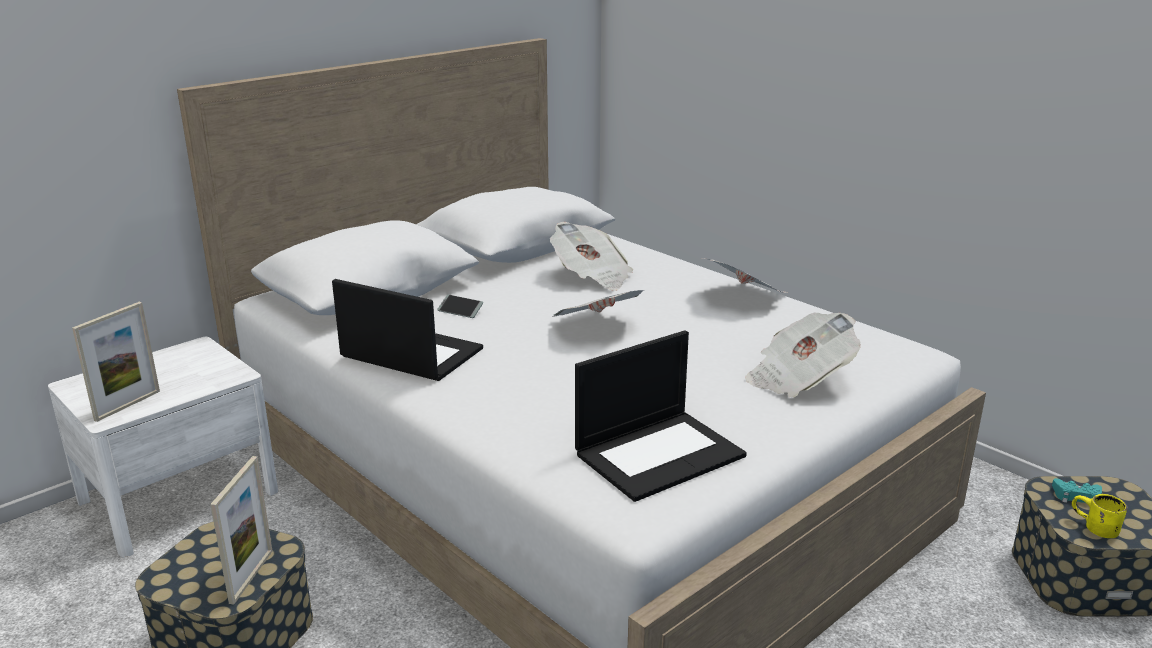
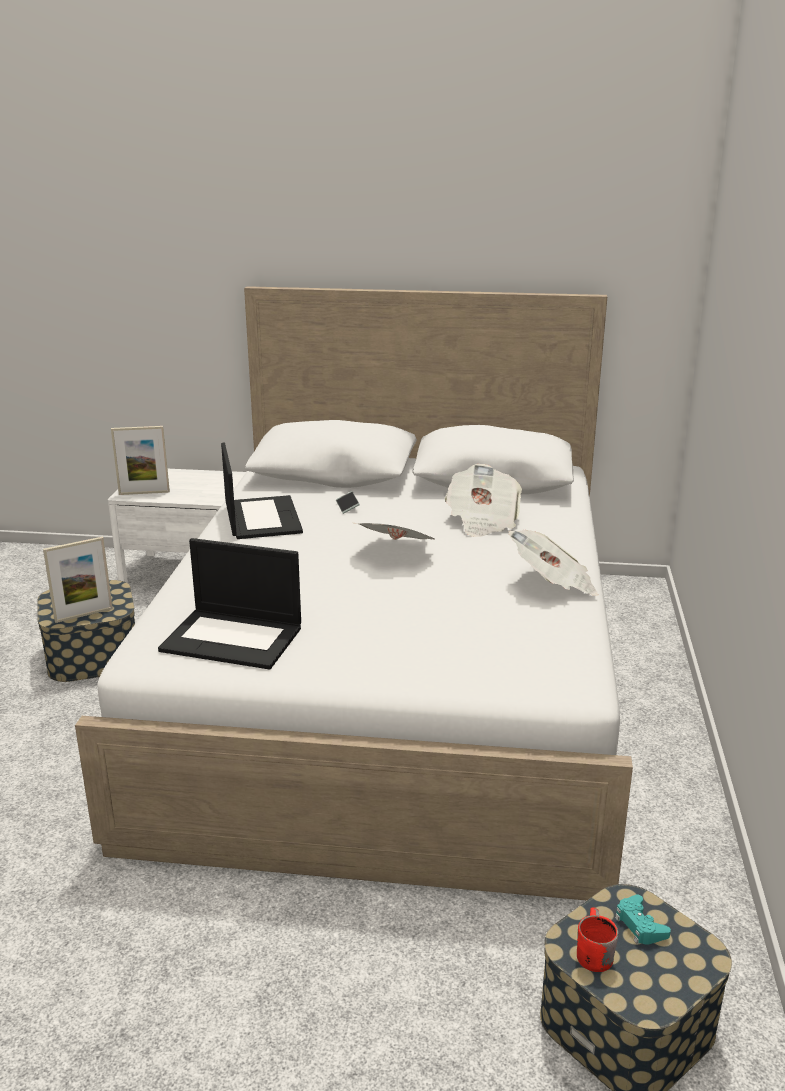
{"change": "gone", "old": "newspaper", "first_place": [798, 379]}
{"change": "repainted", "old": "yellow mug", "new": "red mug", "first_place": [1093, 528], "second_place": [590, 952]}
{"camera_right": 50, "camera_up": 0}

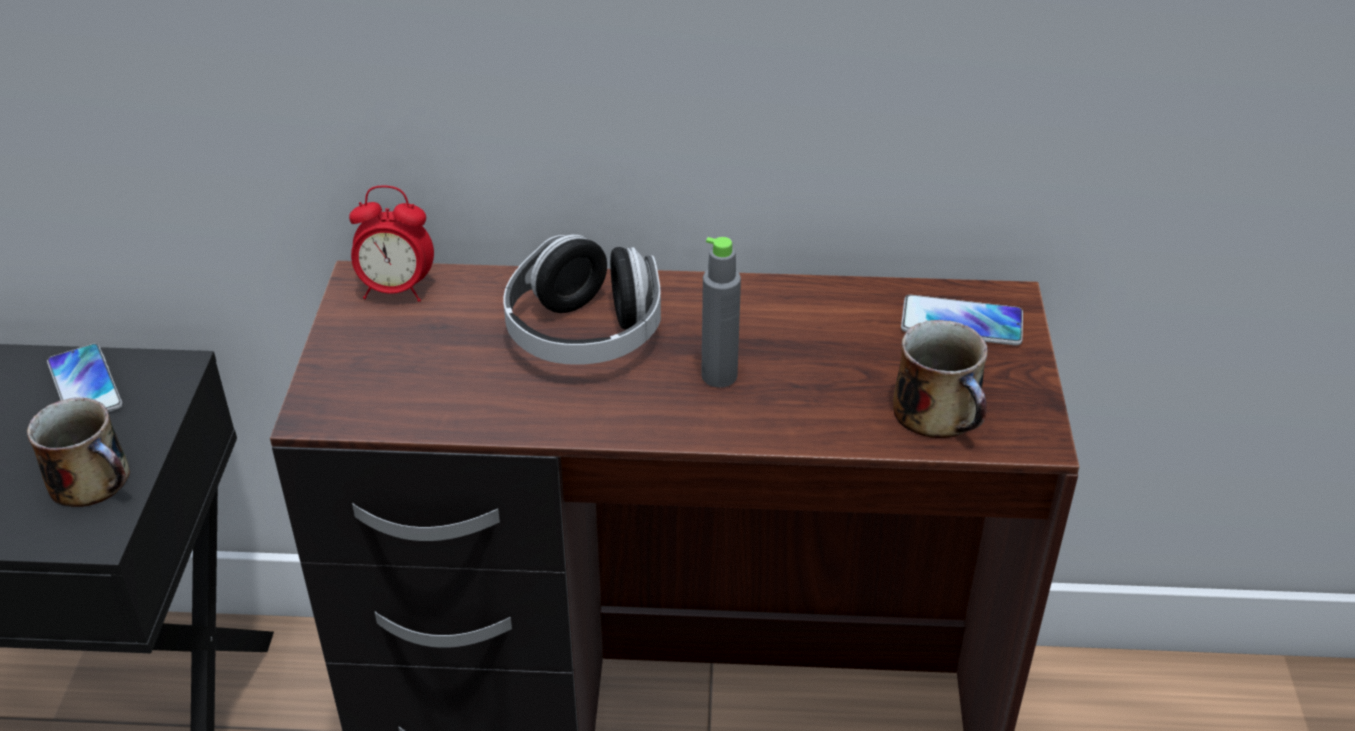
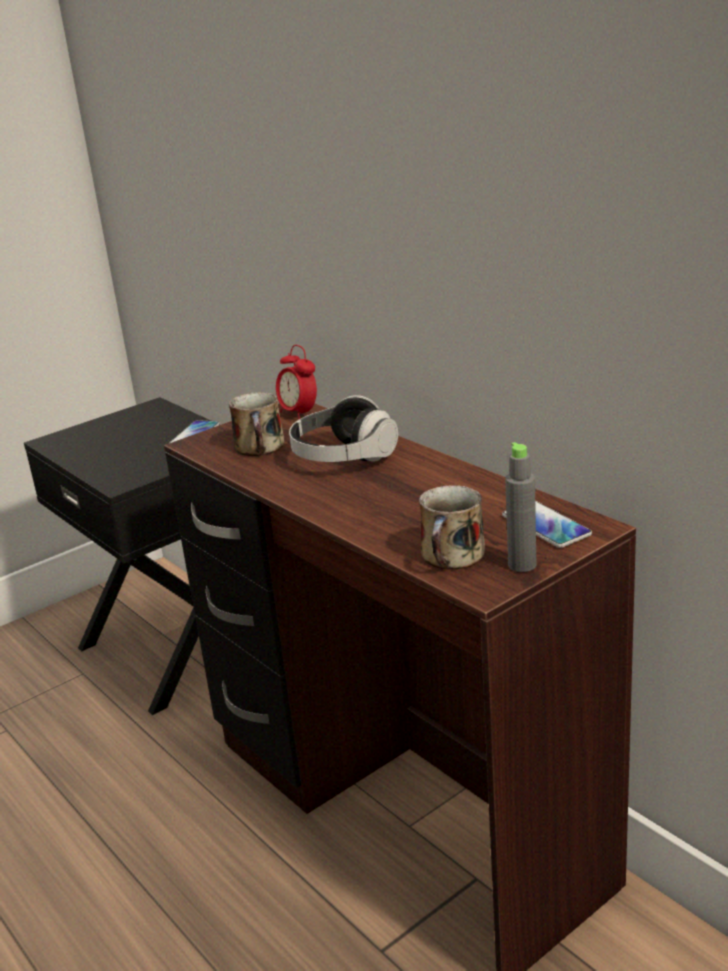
{"change": "shifted", "old": "mug", "first_place": [93, 480], "second_place": [260, 447]}
{"change": "shifted", "old": "grey bottle", "first_place": [719, 376], "second_place": [522, 565]}
{"camera_right": 50, "camera_up": -15}

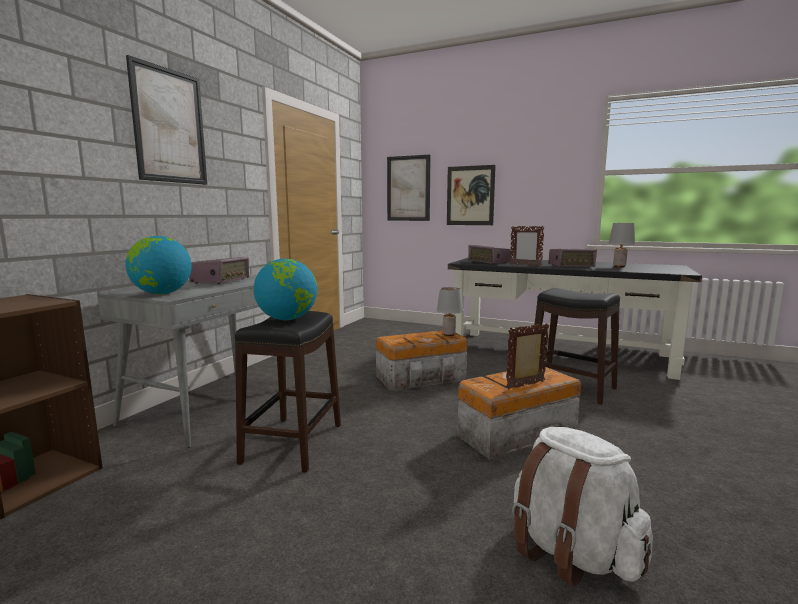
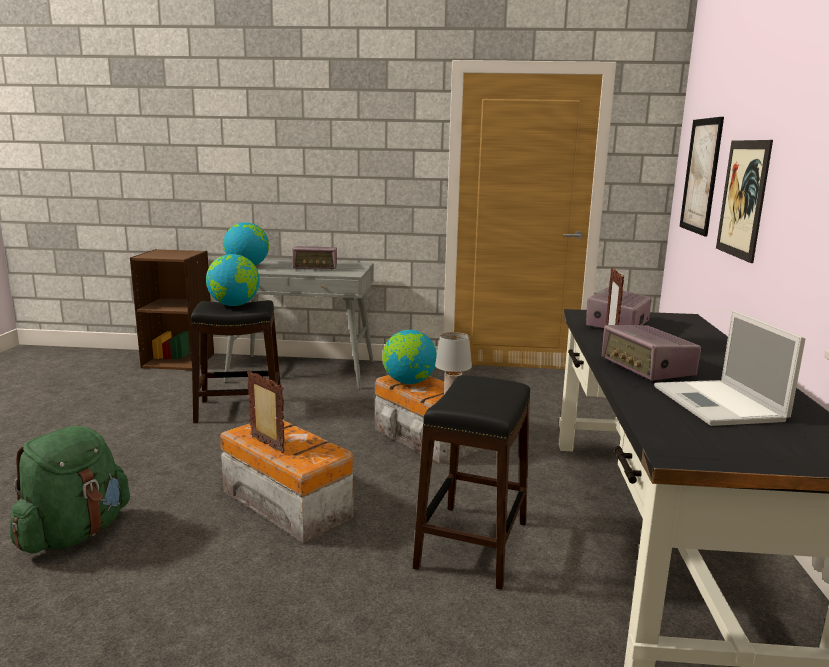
{"change": "gone", "old": "picture", "first_place": [169, 126]}
{"change": "repainted", "old": "white backpack", "new": "green backpack", "first_place": [571, 553], "second_place": [75, 533]}
{"change": "swapped", "old": "grey table lamp", "new": "laptop", "first_place": [619, 266], "second_place": [719, 404]}
{"change": "new", "new": "globe", "second_place": [408, 382]}
{"camera_right": 70, "camera_up": 5}

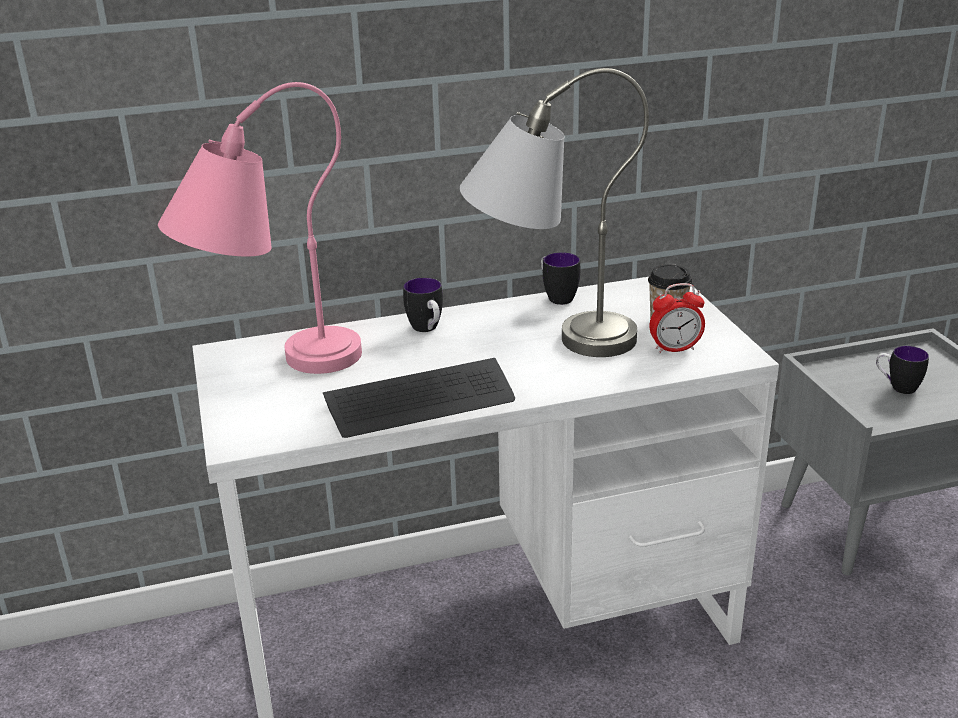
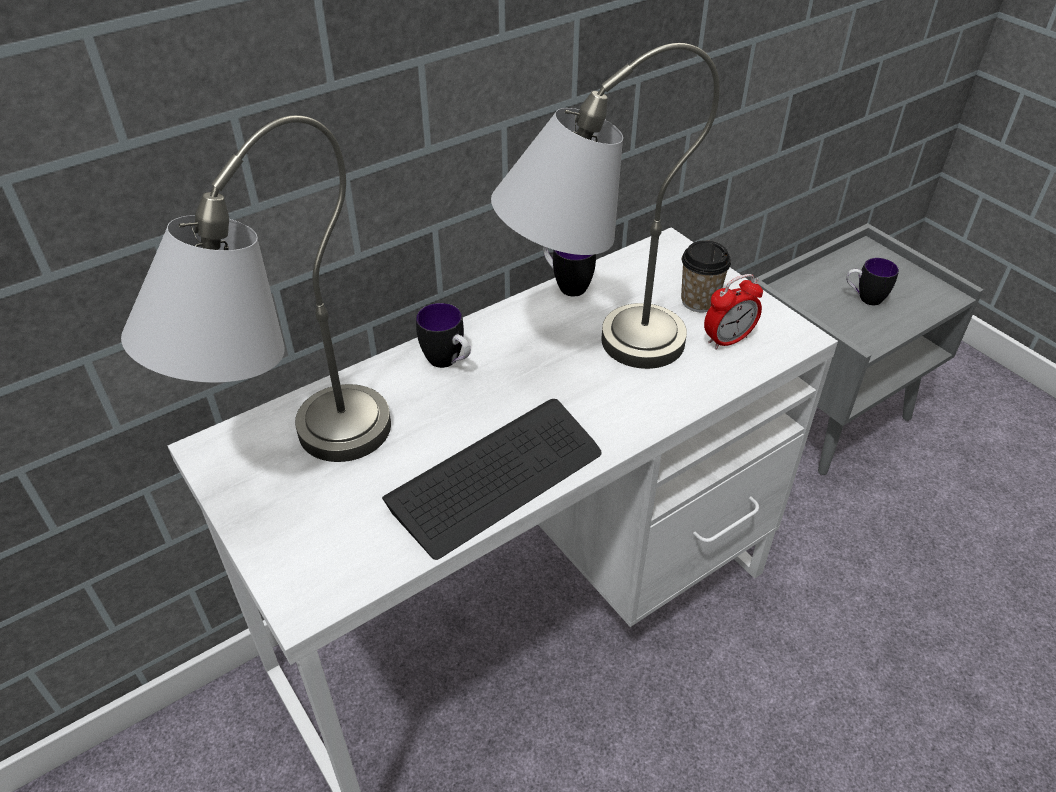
{"change": "repainted", "old": "pink table lamp", "new": "grey table lamp", "first_place": [272, 366], "second_place": [289, 460]}
{"camera_right": -20, "camera_up": 15}

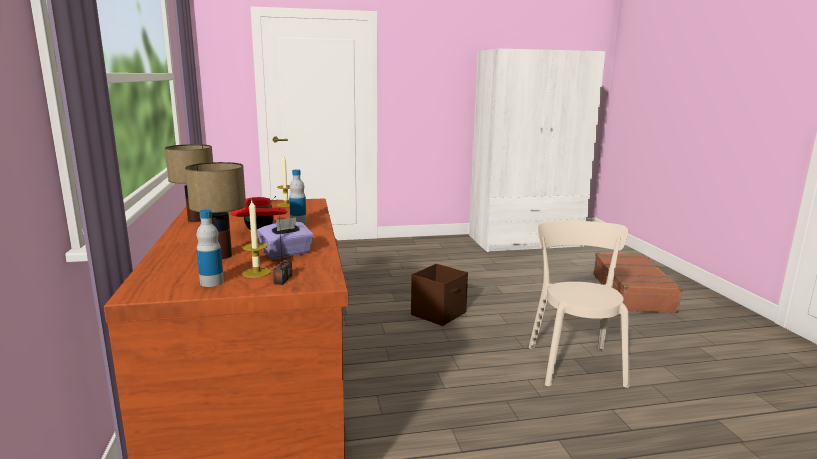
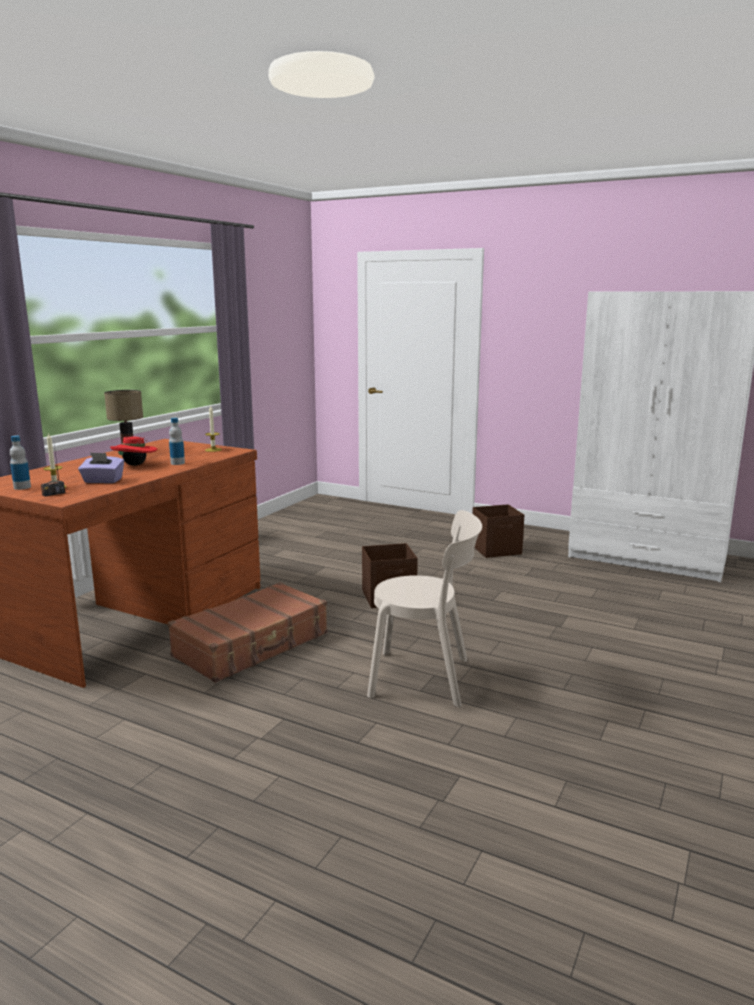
{"change": "gone", "old": "table lamp", "first_place": [222, 256]}
{"change": "rotated", "old": "beige chair", "first_place": [574, 363], "second_place": [425, 678], "degrees": 60}
{"change": "shifted", "old": "brown suitcase", "first_place": [632, 292], "second_place": [252, 645]}
{"change": "new", "new": "brown storage box", "second_place": [497, 550]}
{"camera_right": 40, "camera_up": 0}

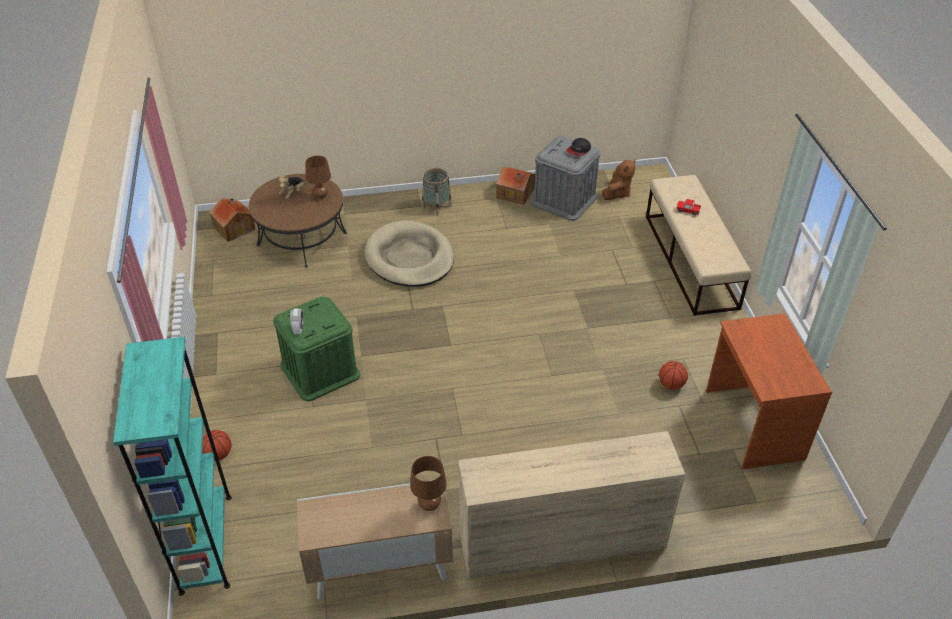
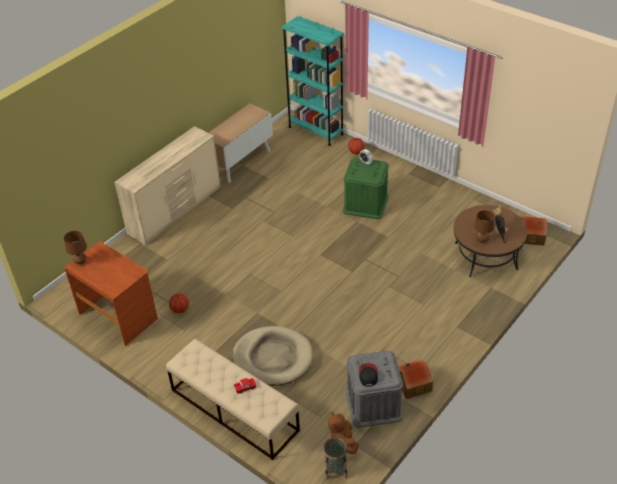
{"change": "shifted", "old": "beige dog bed", "first_place": [410, 258], "second_place": [273, 358]}
{"change": "shifted", "old": "brown table lamp", "first_place": [429, 505], "second_place": [80, 262]}
{"change": "shifted", "old": "basket", "first_place": [436, 206], "second_place": [335, 469]}
{"camera_right": 140, "camera_up": 0}

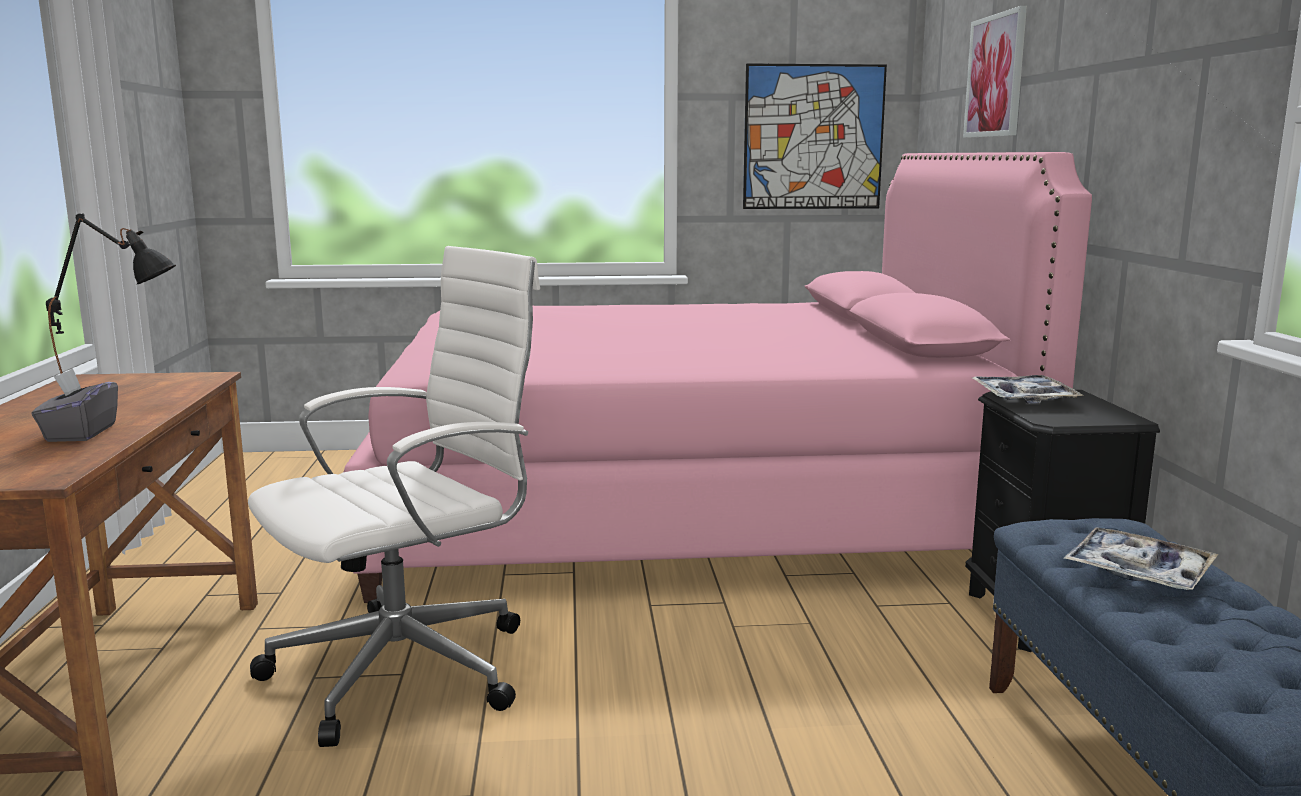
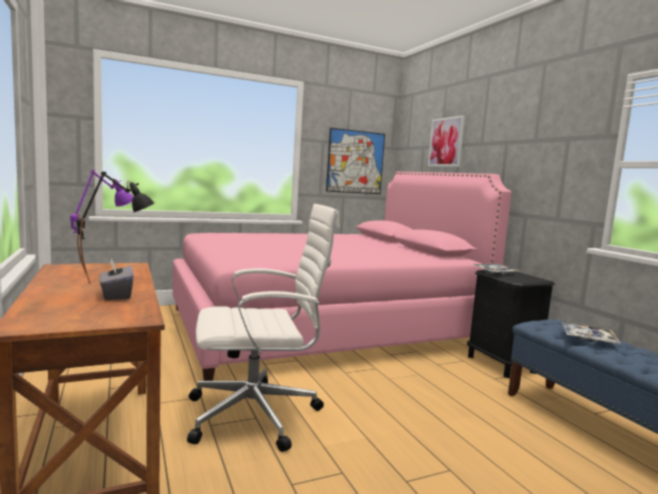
{"change": "rotated", "old": "white office chair", "first_place": [410, 668], "second_place": [257, 414], "degrees": 45}
{"change": "new", "new": "purple table lamp", "second_place": [104, 269]}
{"camera_right": -20, "camera_up": -5}

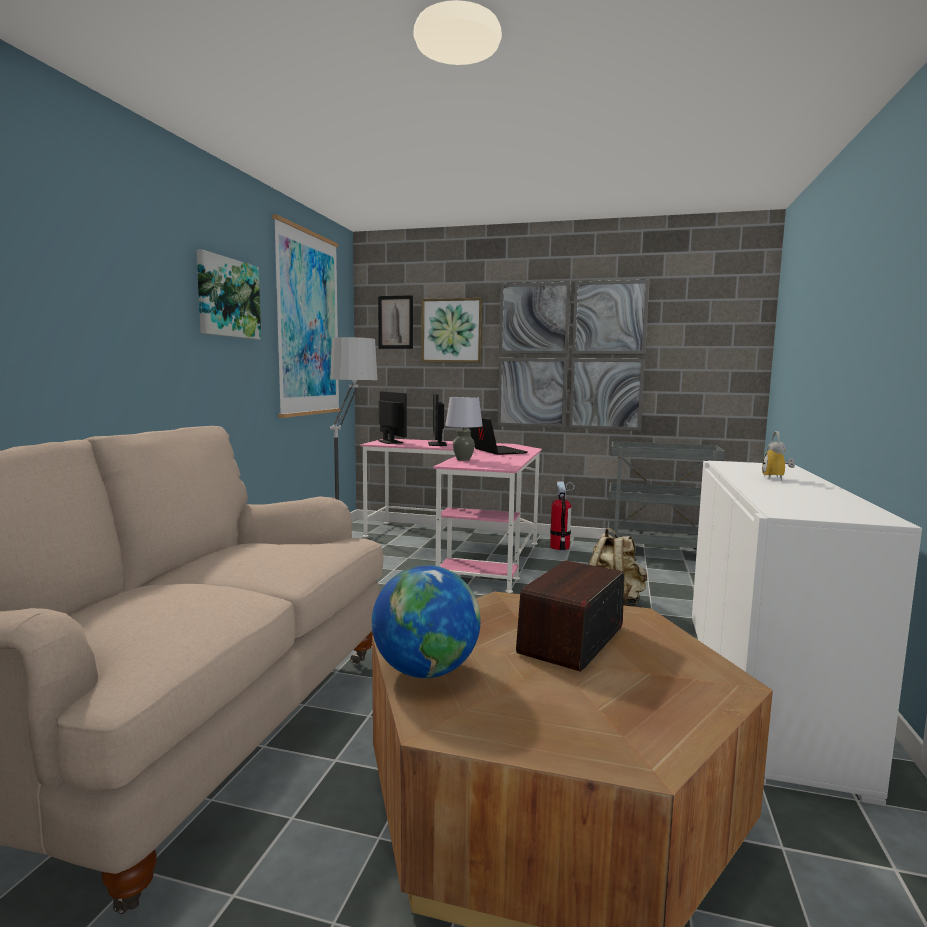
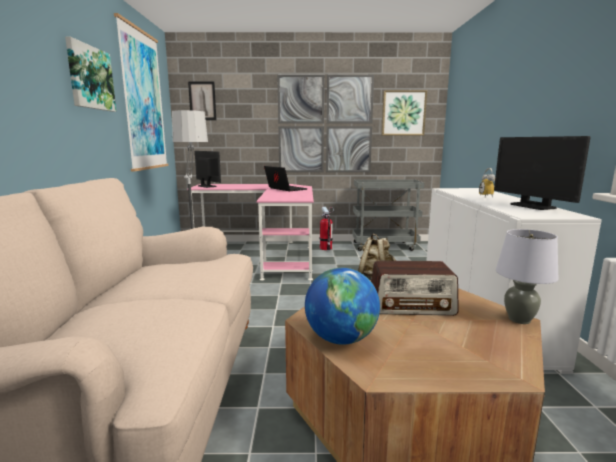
{"change": "shifted", "old": "picture", "first_place": [452, 330], "second_place": [403, 113]}
{"change": "shifted", "old": "monitor", "first_place": [437, 444], "second_place": [532, 206]}
{"change": "shifted", "old": "grey table lamp", "first_place": [463, 459], "second_place": [519, 319]}
{"change": "rotated", "old": "radio", "first_place": [571, 640], "second_place": [411, 306], "degrees": -105}
{"camera_right": -15, "camera_up": 5}

